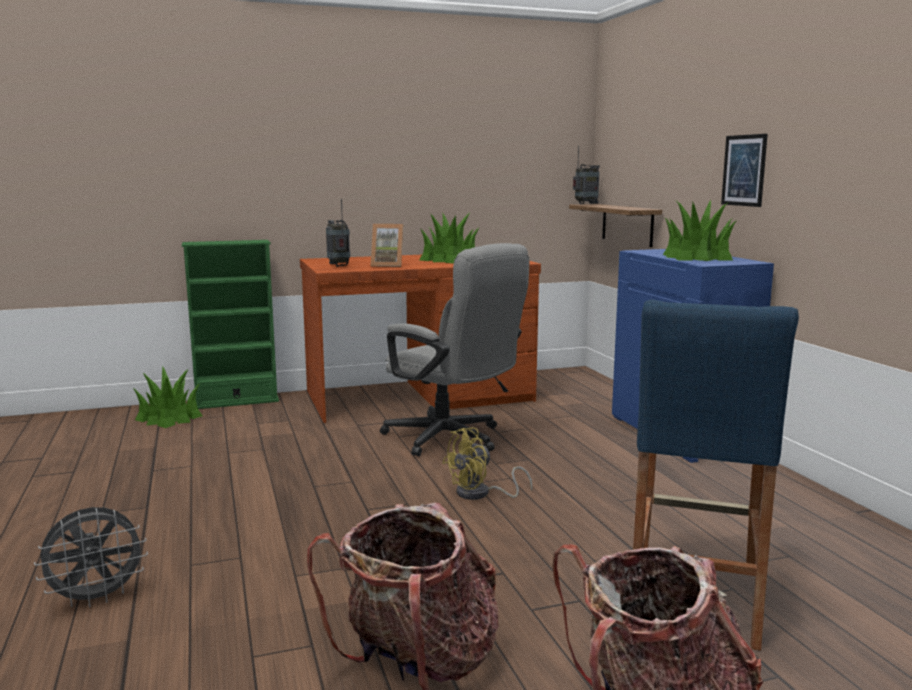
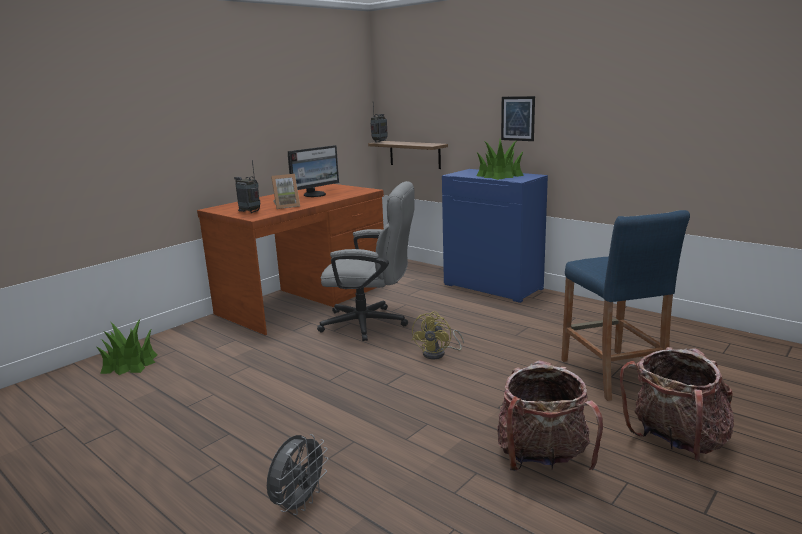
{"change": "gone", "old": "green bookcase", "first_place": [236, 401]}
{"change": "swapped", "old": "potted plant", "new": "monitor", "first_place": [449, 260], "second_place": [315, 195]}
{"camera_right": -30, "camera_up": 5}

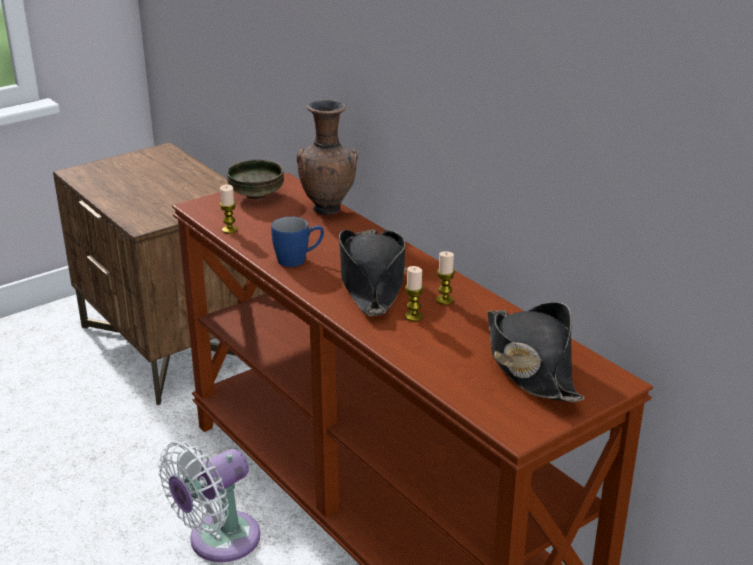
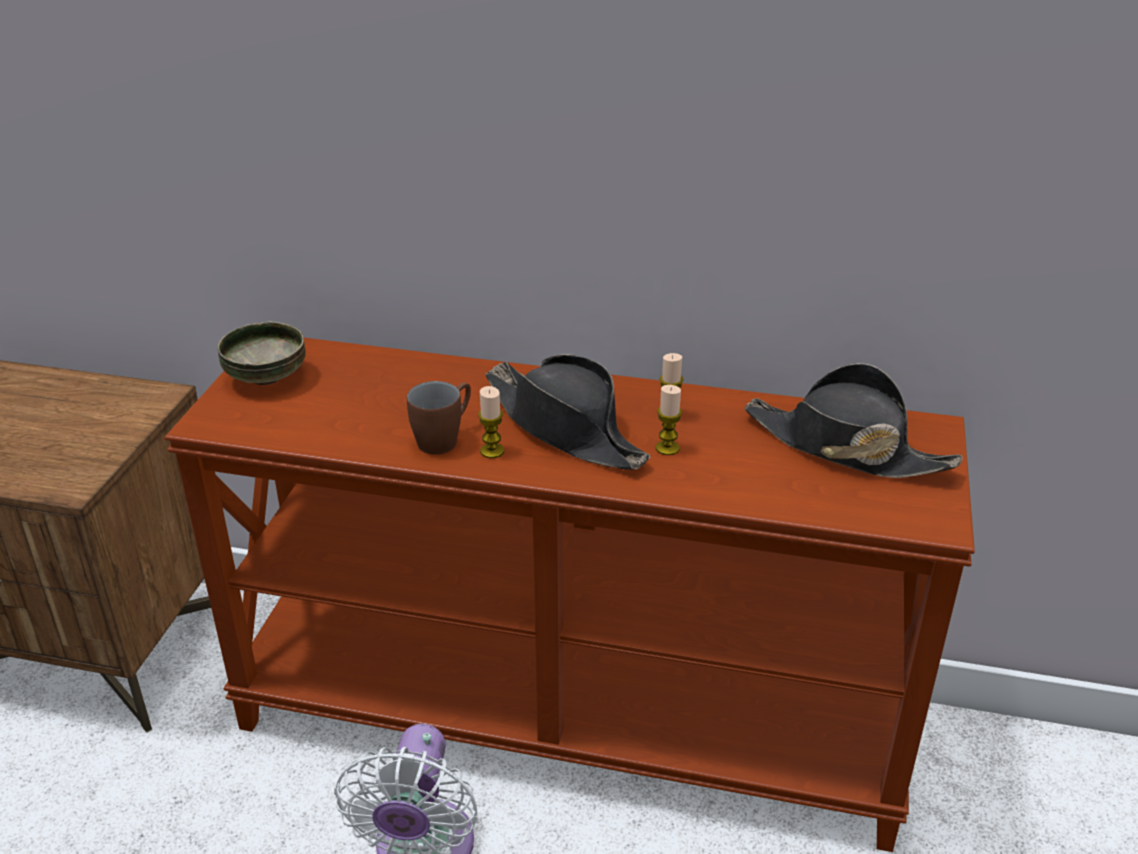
{"change": "shifted", "old": "candle", "first_place": [229, 230], "second_place": [492, 451]}
{"change": "repainted", "old": "blue mug", "new": "brown mug", "first_place": [298, 259], "second_place": [444, 438]}
{"change": "gone", "old": "brown vase", "first_place": [328, 209]}
{"camera_right": -40, "camera_up": 5}

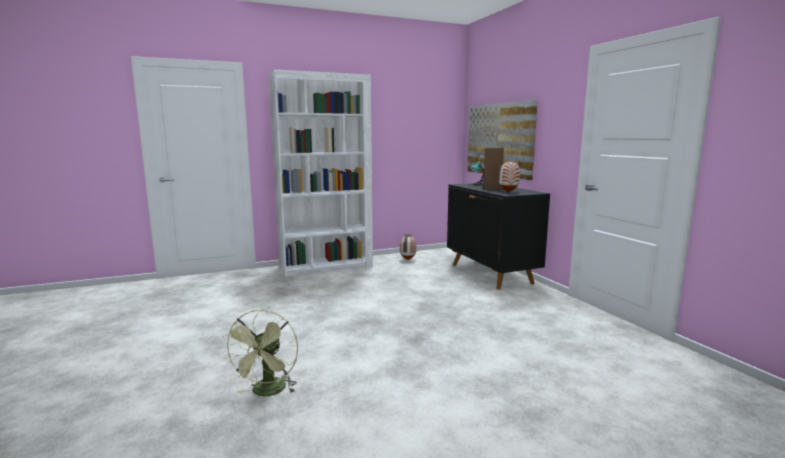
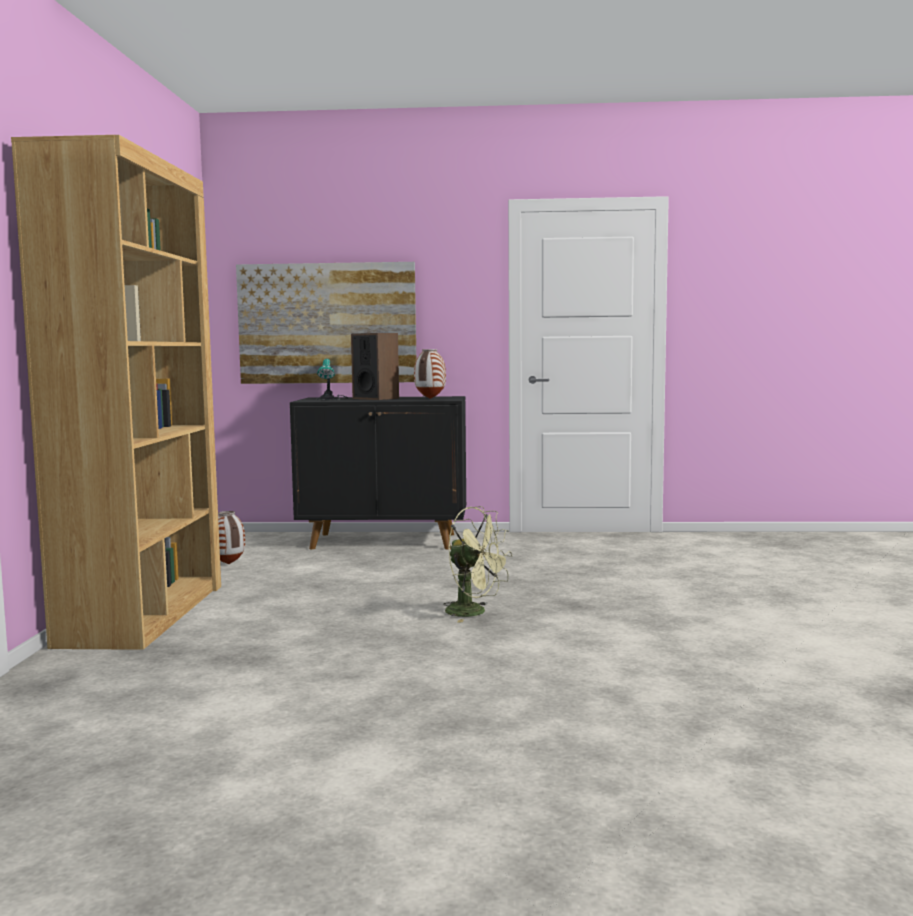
{"change": "shifted", "old": "green fan", "first_place": [267, 392], "second_place": [474, 612]}
{"change": "repainted", "old": "white bookcase", "new": "brown bookcase", "first_place": [326, 266], "second_place": [144, 614]}
{"camera_right": -65, "camera_up": -5}

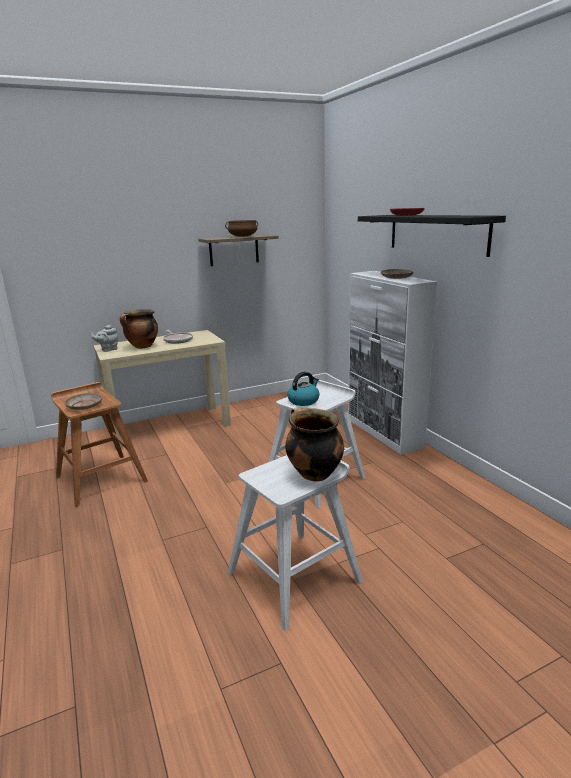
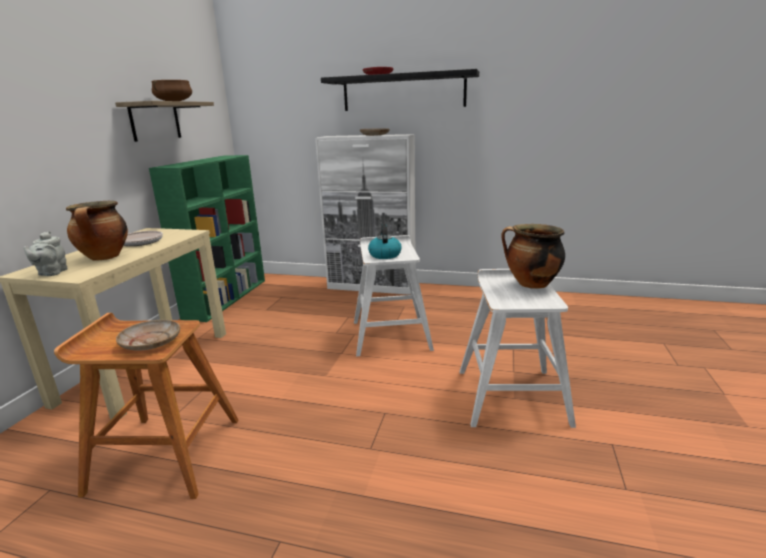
{"change": "new", "new": "green bookcase", "second_place": [227, 298]}
{"camera_right": -50, "camera_up": 0}

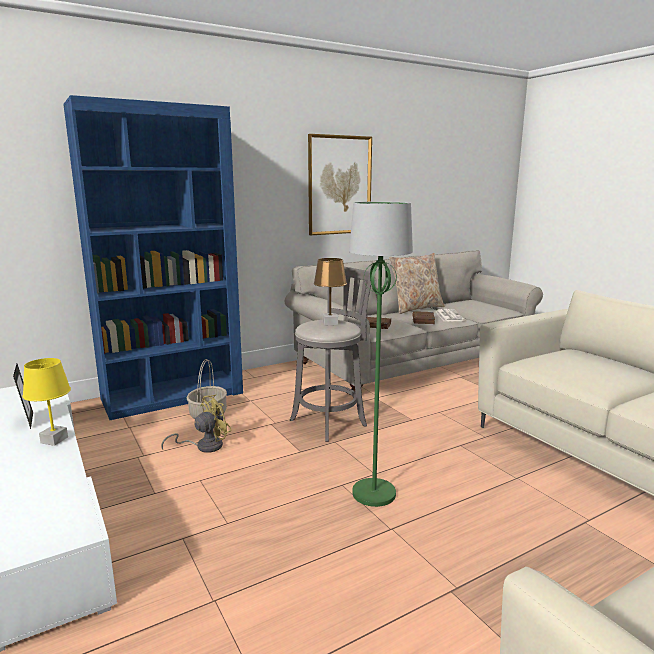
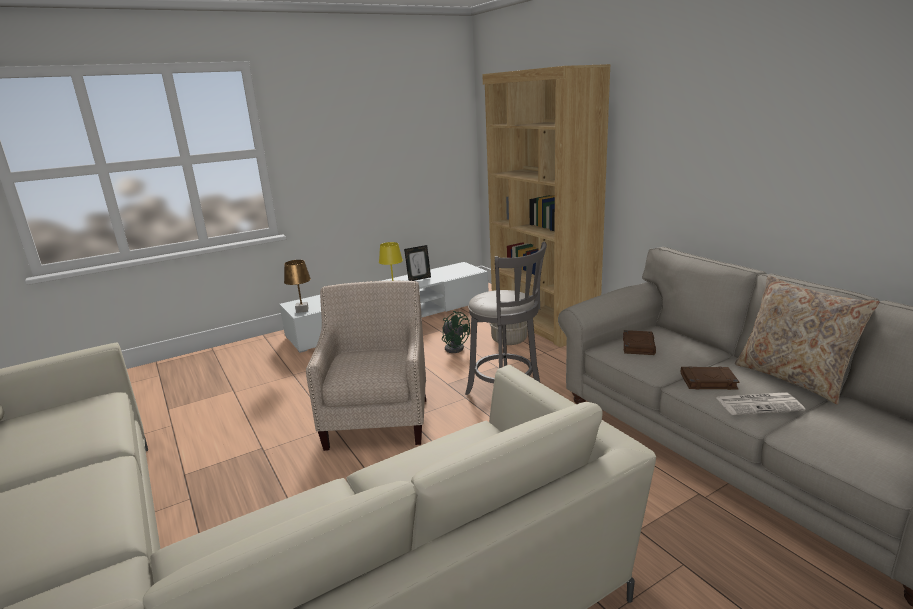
{"change": "repainted", "old": "blue bookcase", "new": "brown bookcase", "first_place": [173, 396], "second_place": [542, 322]}
{"change": "repainted", "old": "yellow fan", "new": "green fan", "first_place": [204, 446], "second_place": [454, 347]}
{"change": "gone", "old": "picture", "first_place": [339, 185]}
{"change": "shifted", "old": "brown table lamp", "first_place": [330, 323], "second_place": [302, 310]}
{"change": "swapped", "old": "green floor lamp", "new": "beige armchair", "first_place": [373, 493], "second_place": [379, 418]}
{"camera_right": 90, "camera_up": 5}

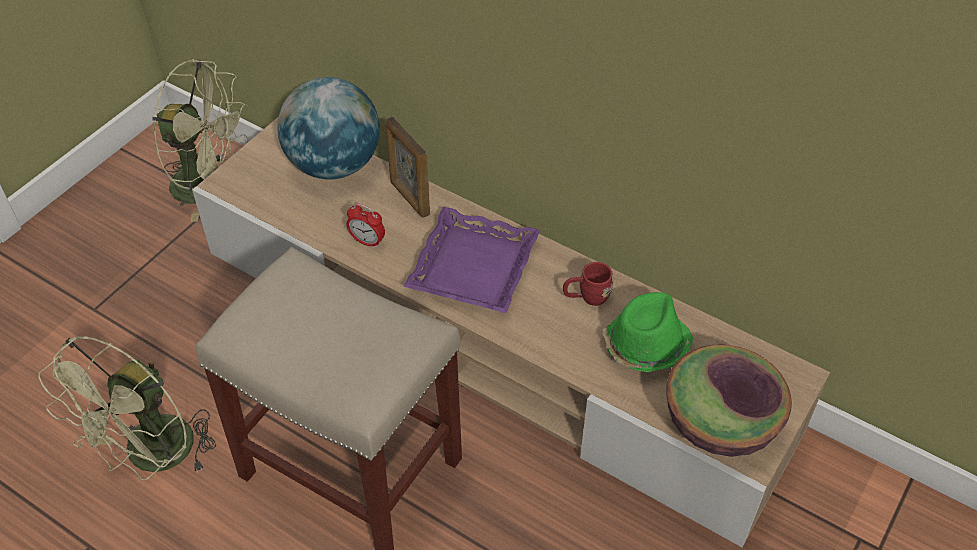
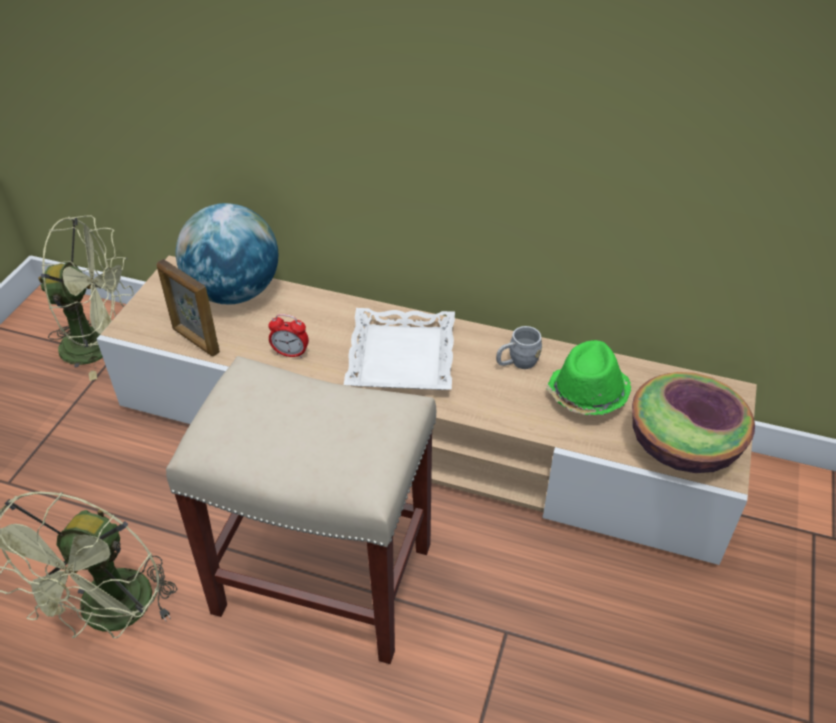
{"change": "shifted", "old": "picture frame", "first_place": [409, 198], "second_place": [195, 341]}
{"change": "repainted", "old": "purple tray", "new": "white tray", "first_place": [474, 268], "second_place": [402, 357]}
{"change": "repainted", "old": "red mug", "new": "grey mug", "first_place": [587, 297], "second_place": [517, 363]}
{"camera_right": -15, "camera_up": -5}

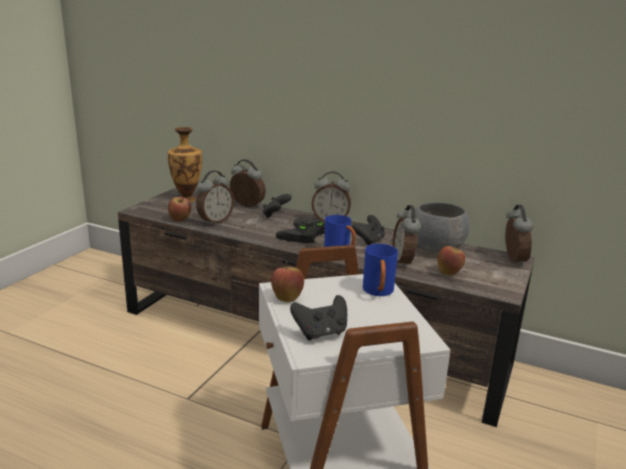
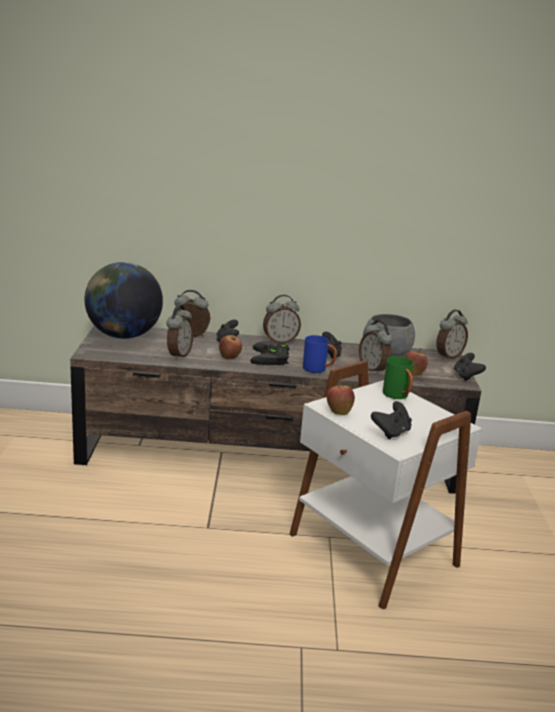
{"change": "swapped", "old": "vase", "new": "globe", "first_place": [187, 199], "second_place": [123, 335]}
{"change": "shifted", "old": "apple", "first_place": [180, 220], "second_place": [230, 358]}
{"change": "repainted", "old": "blue mug", "new": "green mug", "first_place": [378, 292], "second_place": [398, 396]}
{"change": "rotated", "old": "alarm clock", "first_place": [512, 260], "second_place": [448, 356], "degrees": 75}
{"change": "new", "new": "black game controller", "second_place": [466, 377]}
{"camera_right": -25, "camera_up": 0}

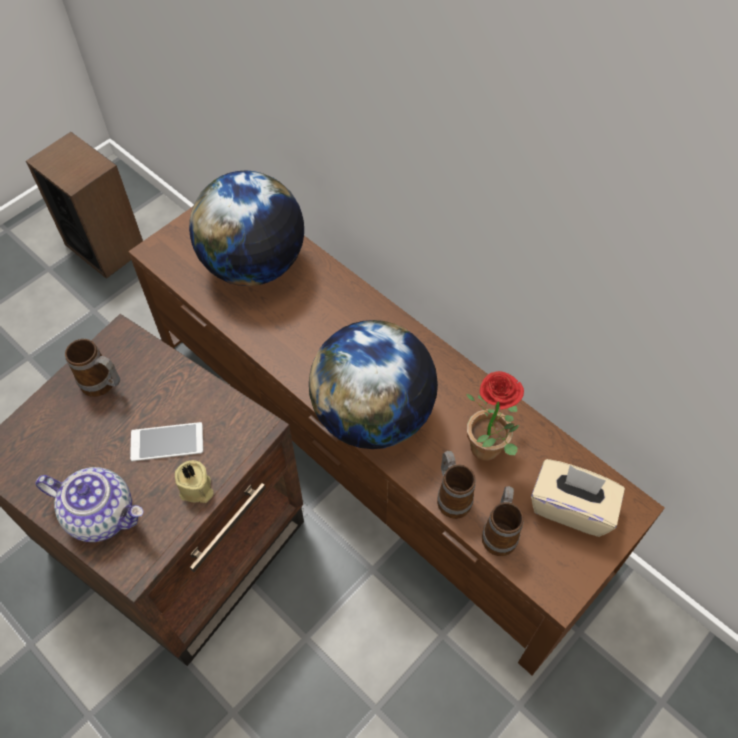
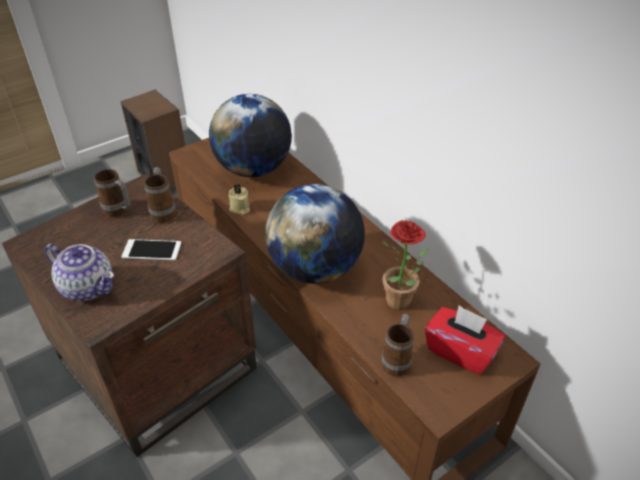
{"change": "shifted", "old": "beige candle", "first_place": [196, 489], "second_place": [240, 208]}
{"change": "shifted", "old": "mug", "first_place": [451, 496], "second_place": [164, 211]}
{"change": "repainted", "old": "beige tissue box", "new": "red tissue box", "first_place": [571, 507], "second_place": [460, 351]}
{"camera_right": 10, "camera_up": -15}

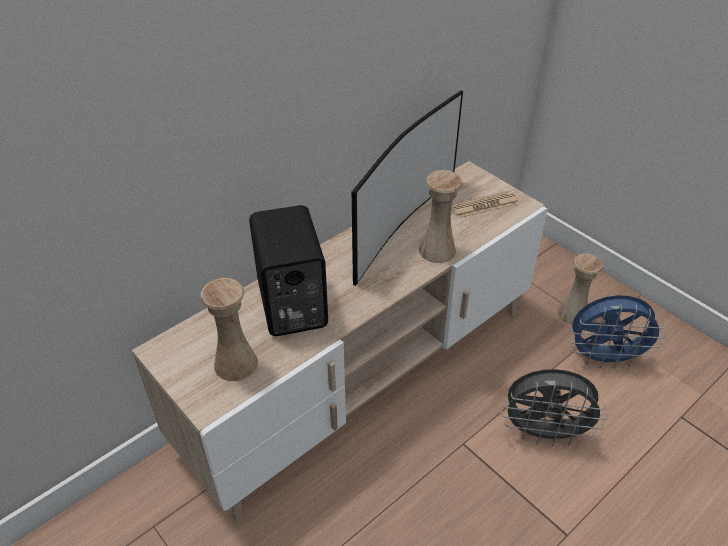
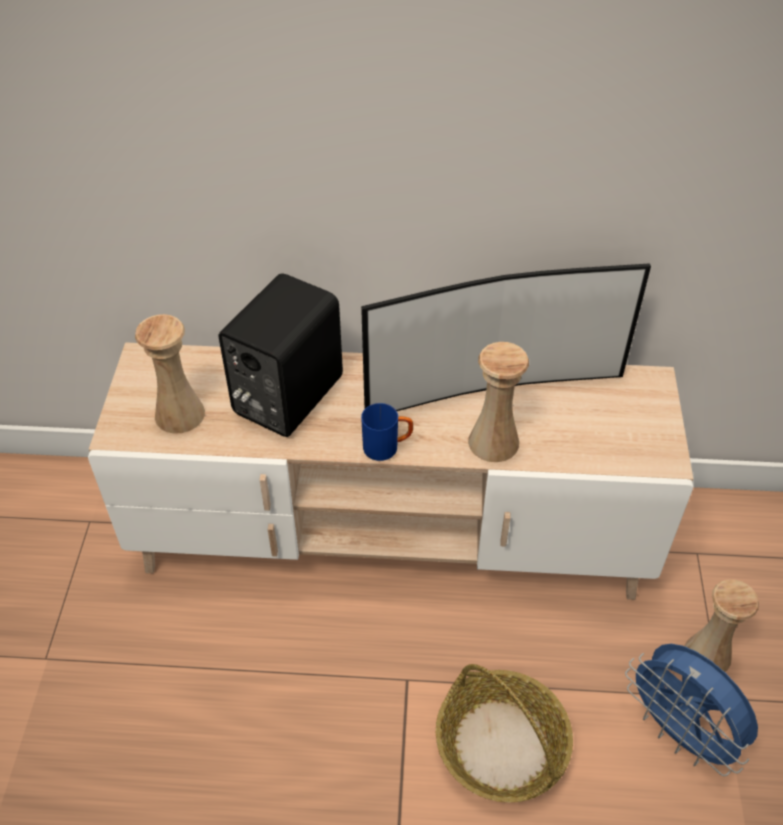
{"change": "gone", "old": "newspaper", "first_place": [484, 205]}
{"change": "swapped", "old": "grey fan", "new": "basket", "first_place": [544, 433], "second_place": [502, 745]}
{"change": "new", "new": "blue mug", "second_place": [387, 447]}
{"camera_right": 45, "camera_up": 5}

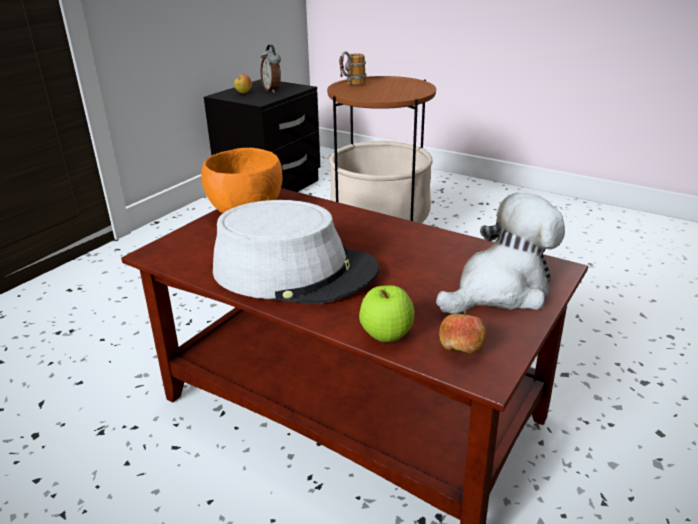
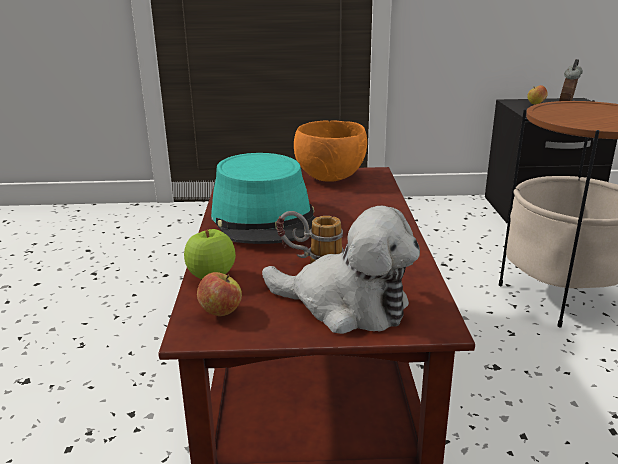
{"change": "repainted", "old": "grey hat", "new": "turquoise hat", "first_place": [295, 271], "second_place": [265, 219]}
{"change": "shifted", "old": "mug", "first_place": [351, 84], "second_place": [310, 263]}
{"camera_right": 55, "camera_up": -5}

